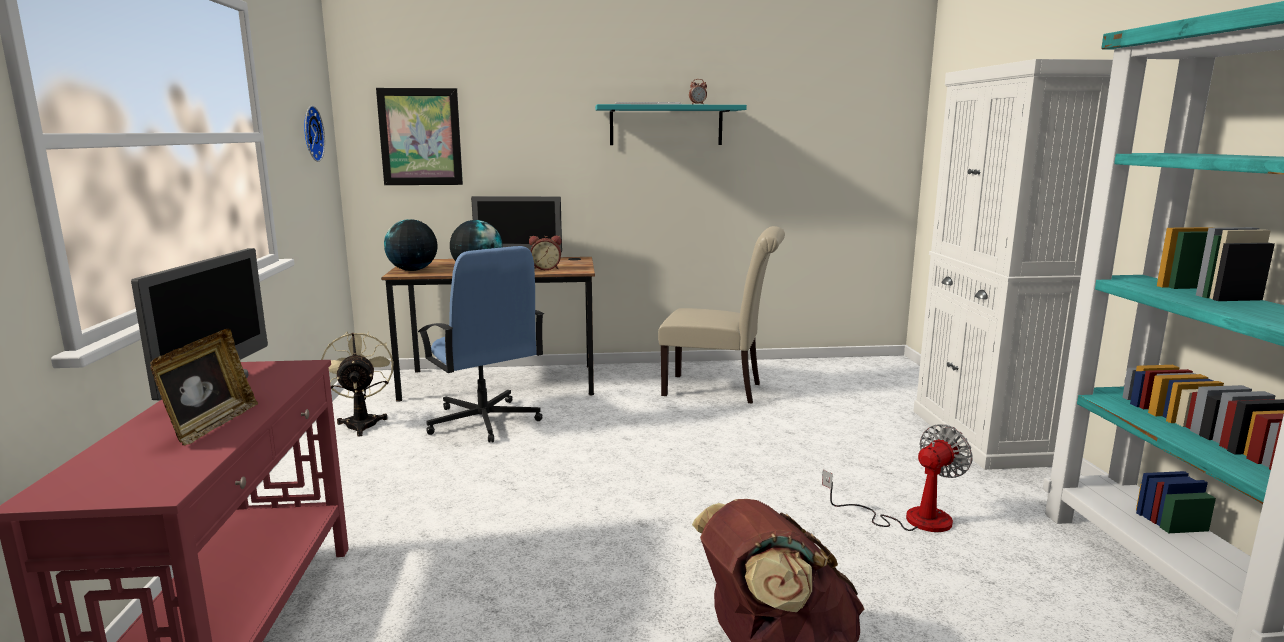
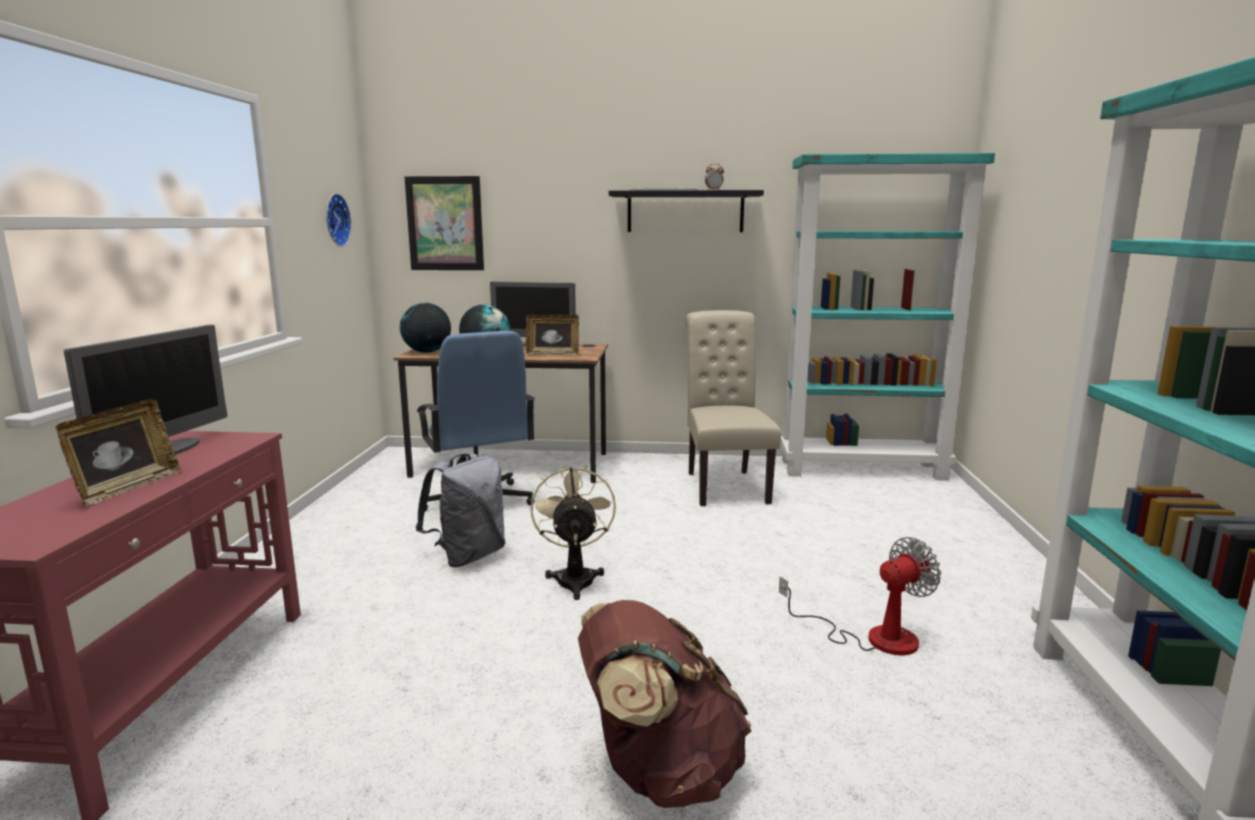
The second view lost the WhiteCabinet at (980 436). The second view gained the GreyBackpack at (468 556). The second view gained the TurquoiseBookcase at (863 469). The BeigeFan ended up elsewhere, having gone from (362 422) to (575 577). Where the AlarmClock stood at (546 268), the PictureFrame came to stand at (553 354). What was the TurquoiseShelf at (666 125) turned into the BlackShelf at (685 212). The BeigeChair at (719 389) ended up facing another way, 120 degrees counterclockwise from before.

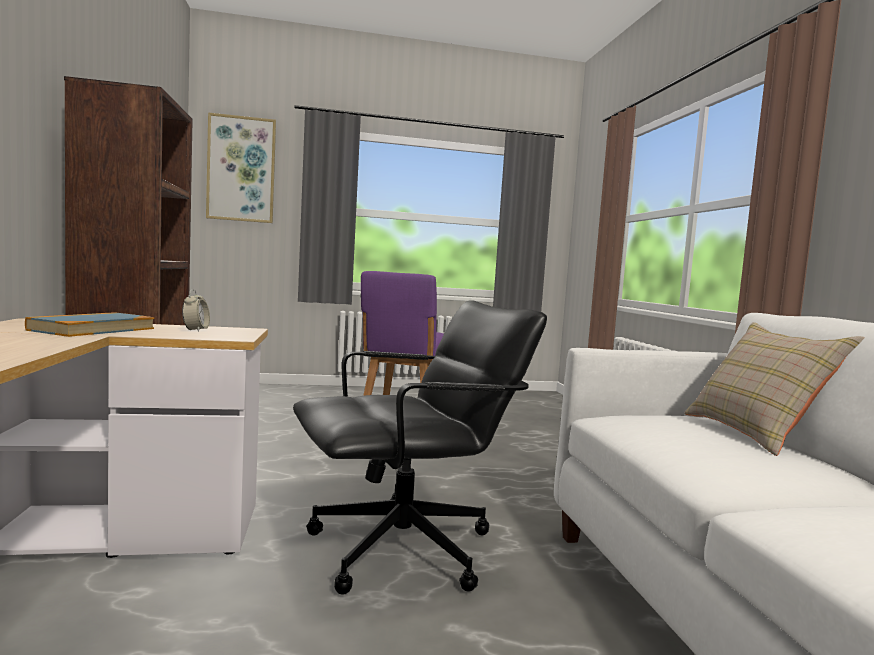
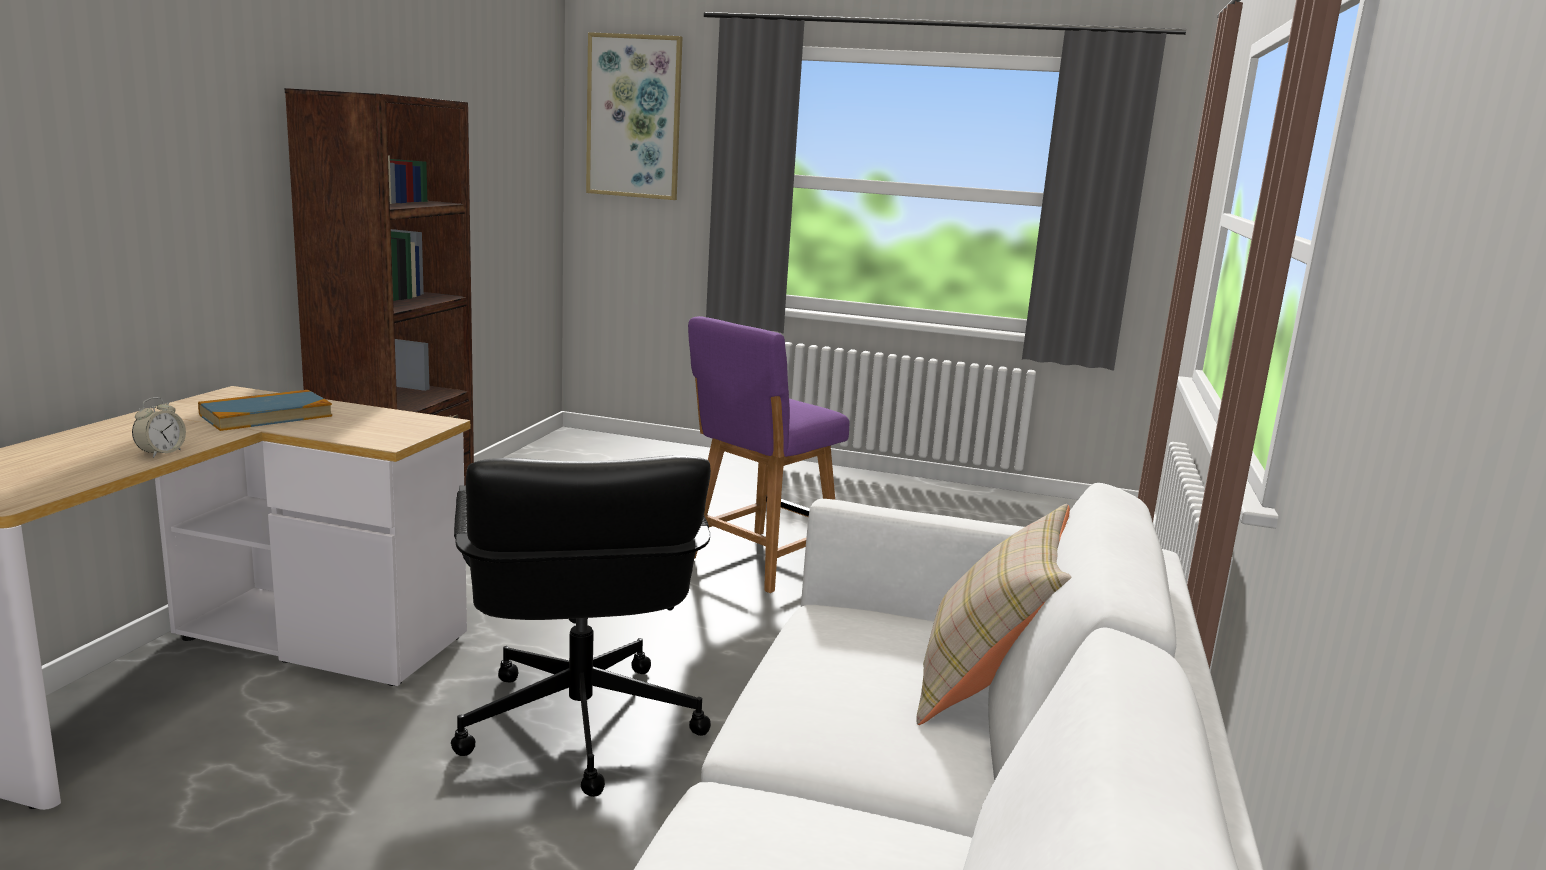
The AlarmClock ended up elsewhere, having gone from (196 330) to (161 453). The BlackOfficeChair at (405 549) ended up facing another way, 75 degrees clockwise from before.

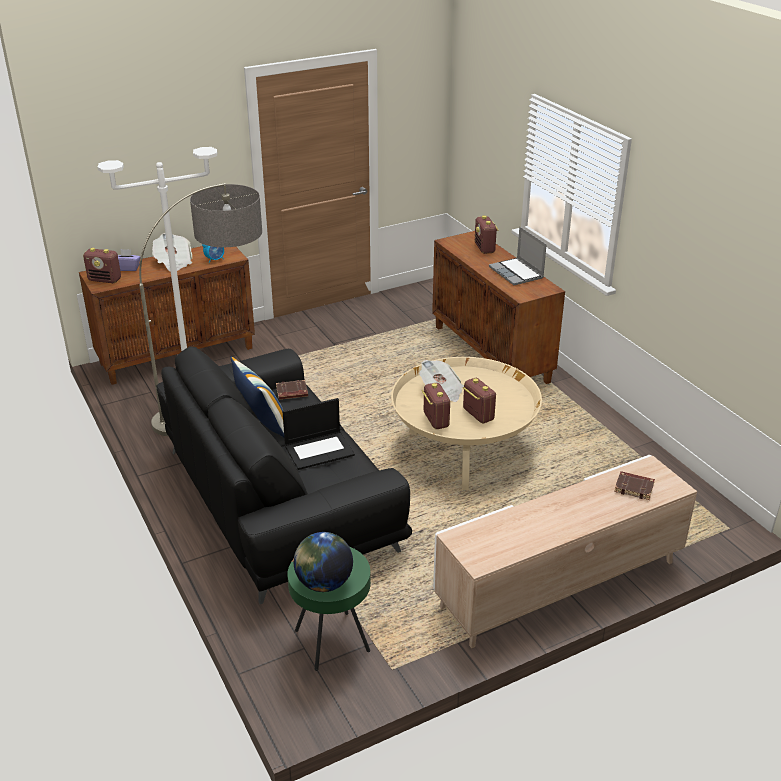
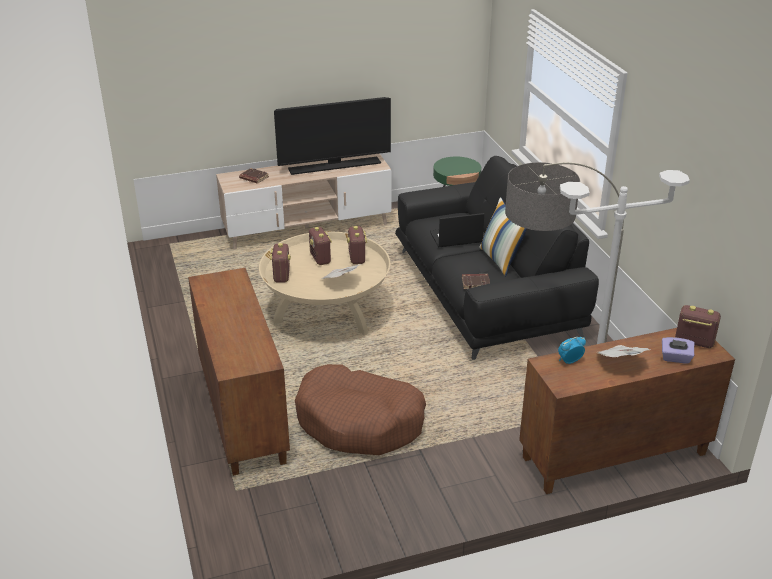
The second view lost the Globe at (323 583). The second view lost the Laptop at (517 273). The second view gained the Television at (335 166). The second view gained the BrownDogBed at (360 422). The Radio ended up elsewhere, having gone from (484 248) to (281 275).

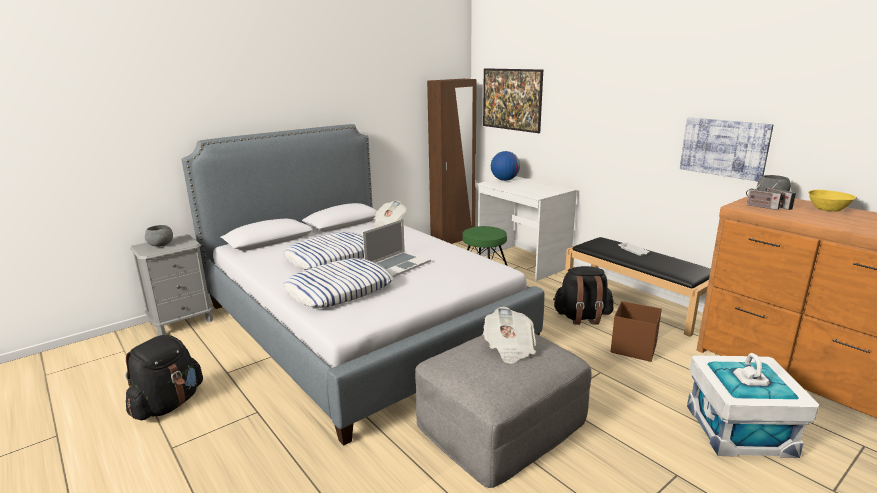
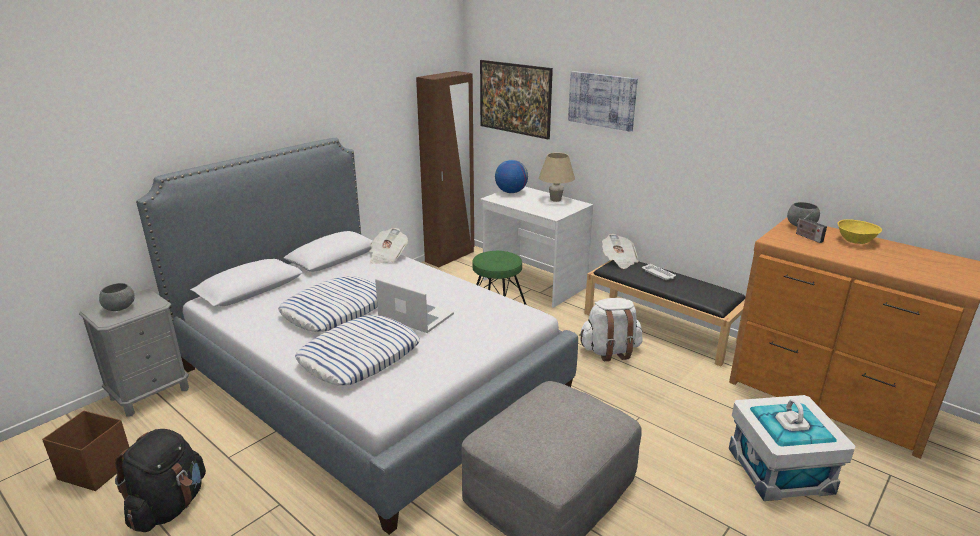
The second view lost the Radio at (760 206). The second view gained the BeigeTableLamp at (555 199). The Newspaper ended up elsewhere, having gone from (509 348) to (619 260). The BrownStorageBox ended up elsewhere, having gone from (633 348) to (96 469). The Picture ended up elsewhere, having gone from (724 148) to (602 100). What was the BlackBackpack at (582 317) turned into the WhiteBackpack at (610 351). The Laptop at (397 264) ended up facing another way, 90 degrees counterclockwise from before.

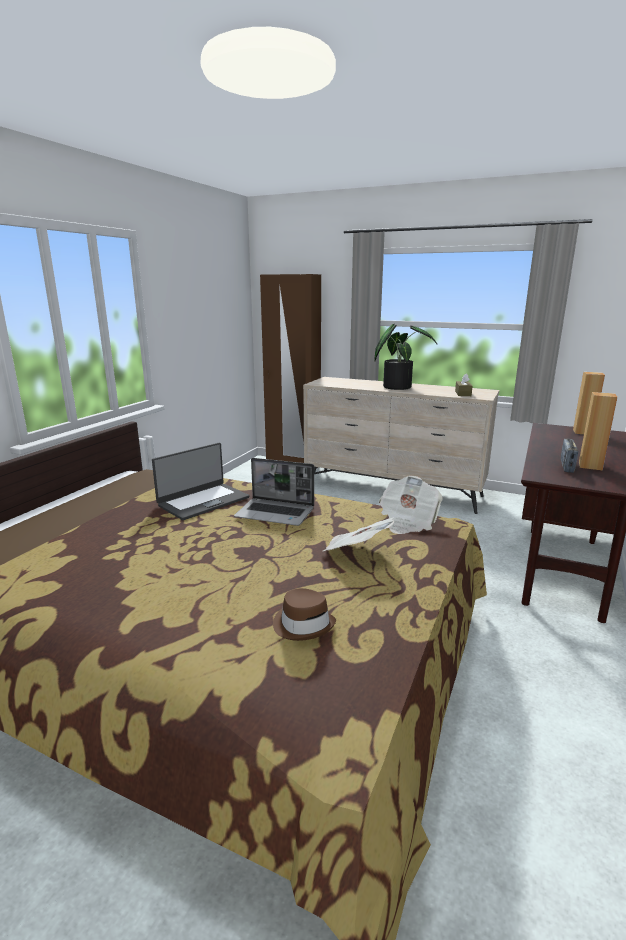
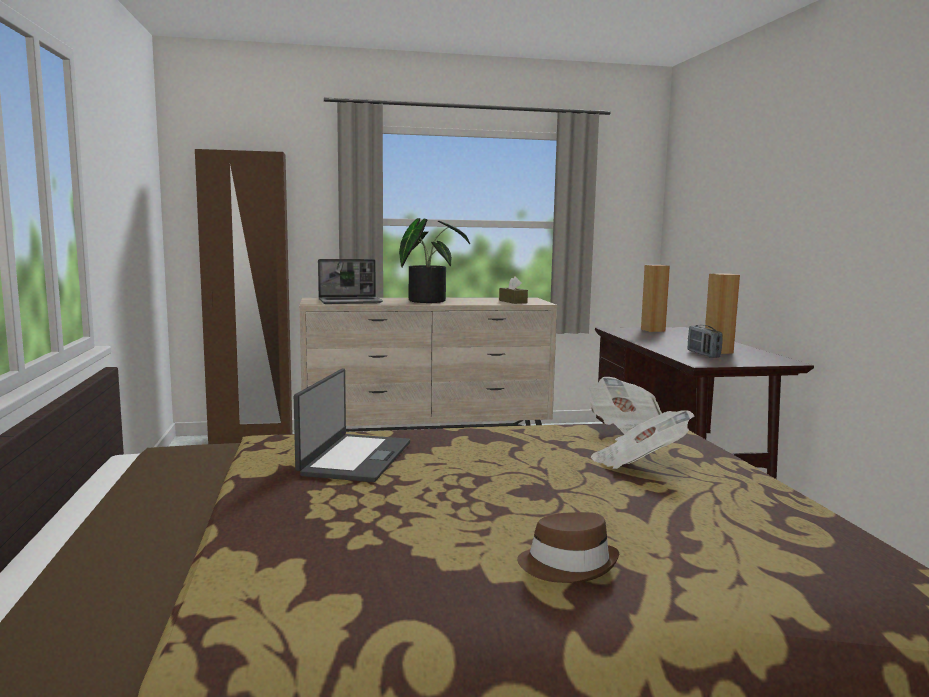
The Laptop ended up elsewhere, having gone from (276 513) to (351 302). The BrownHat ended up elsewhere, having gone from (303 624) to (568 565).

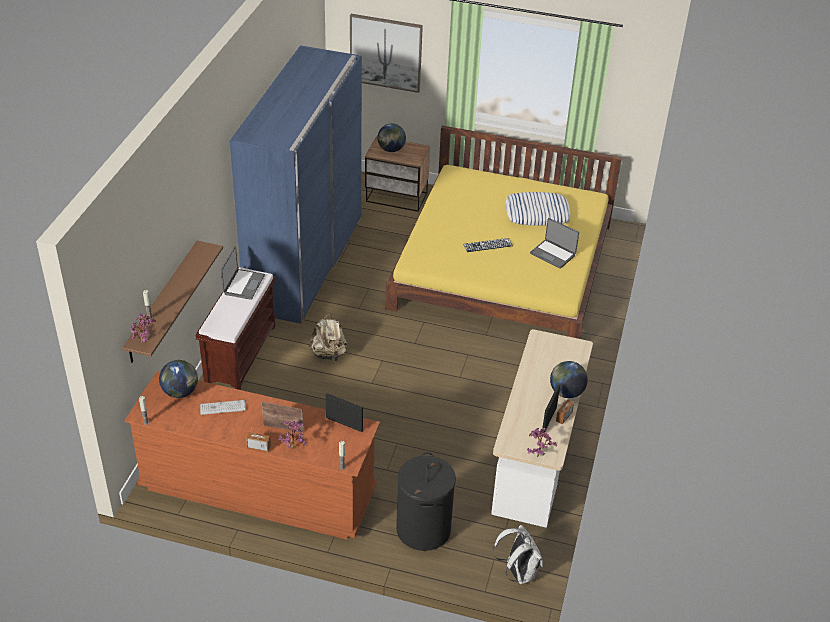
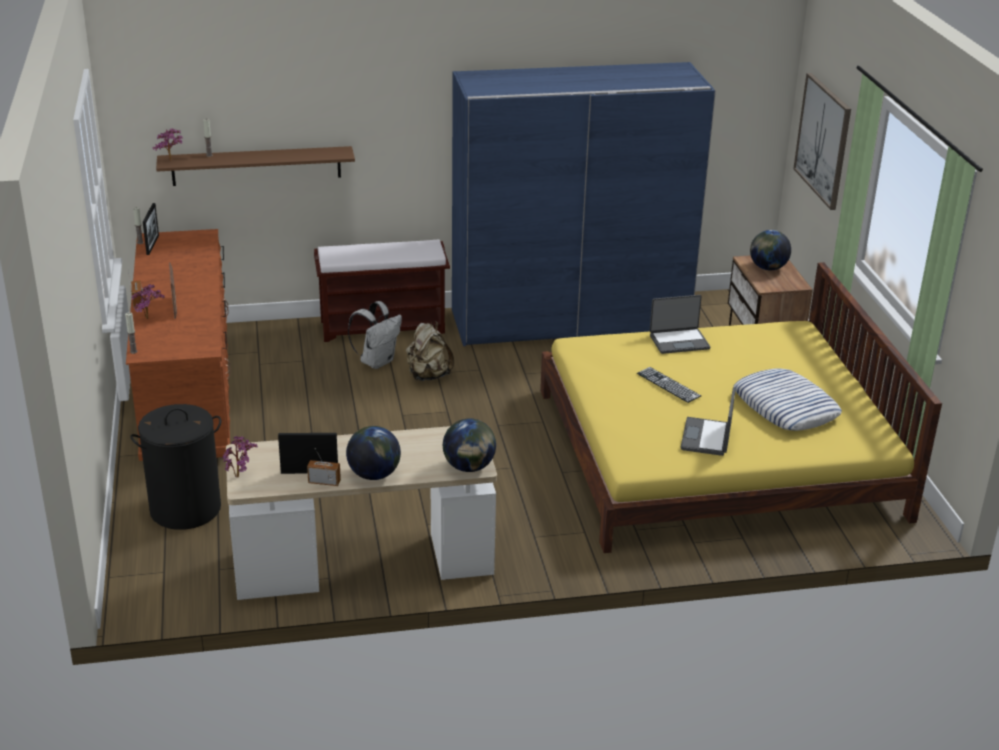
The second view lost the Keyboard at (222 407). The Globe ended up elsewhere, having gone from (180 392) to (469 467). The Laptop ended up elsewhere, having gone from (243 284) to (679 341). The PictureFrame ended up elsewhere, having gone from (344 424) to (152 245). The WhiteBackpack ended up elsewhere, having gone from (517 573) to (377 361).

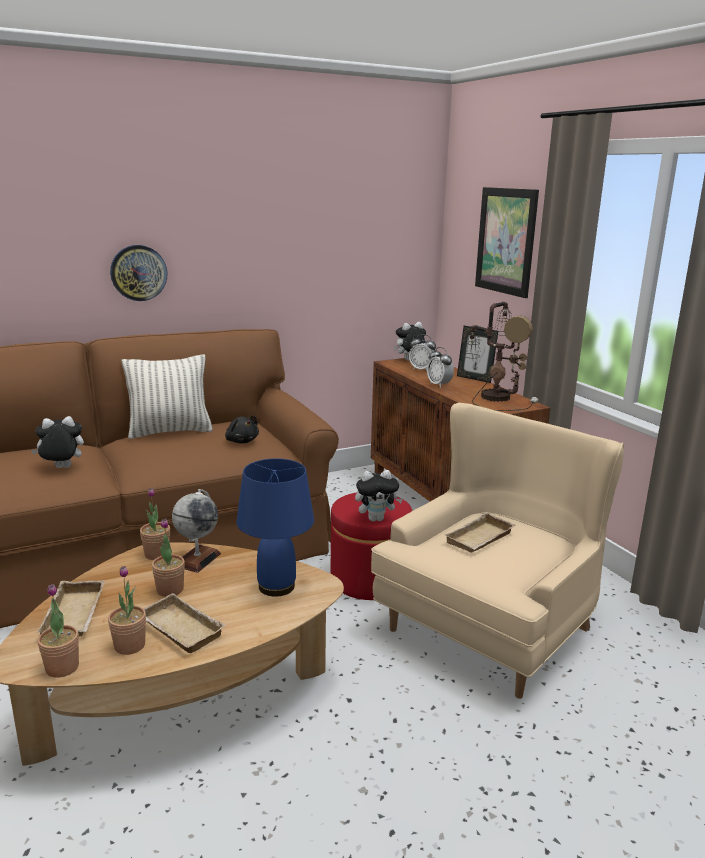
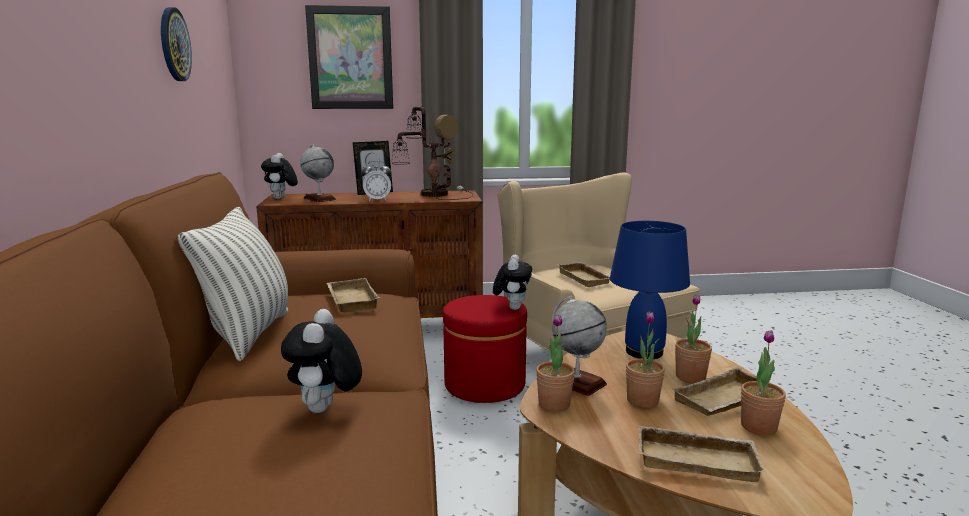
The PottedPlant ended up elsewhere, having gone from (62 667) to (690 377). The WallClock ended up elsewhere, having gone from (138 273) to (174 44). Where the BlackPlushToy stood at (241 441), the BeigeTray came to stand at (350 300). Where the AlarmClock stood at (422 369), the Globe came to stand at (319 199).

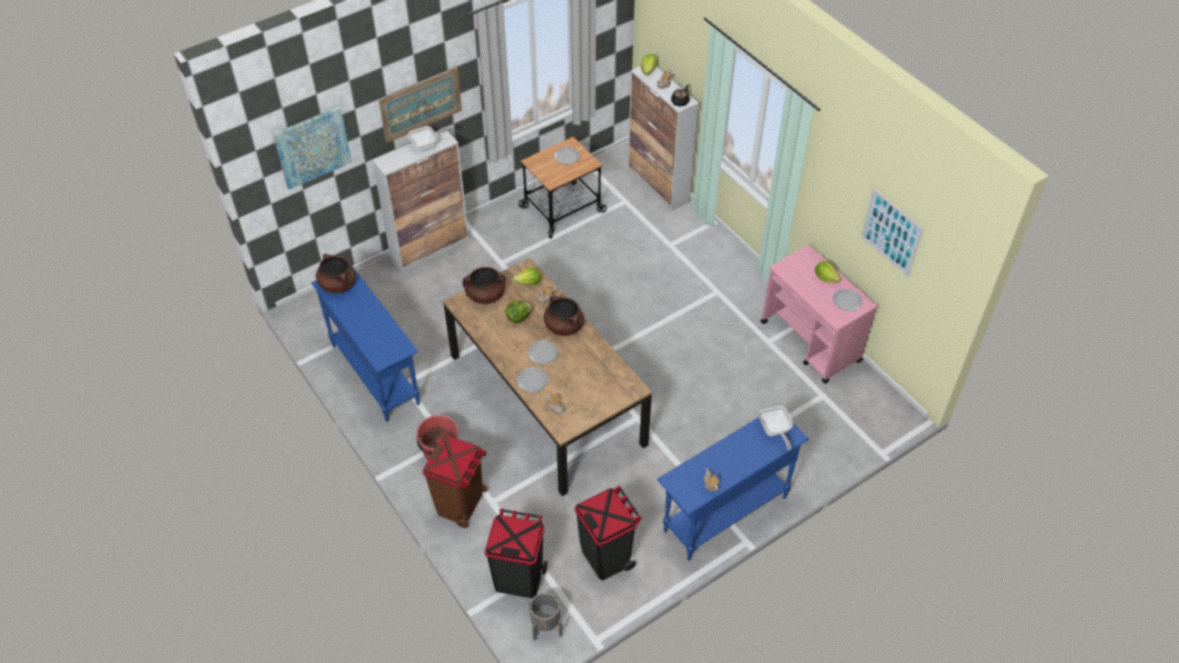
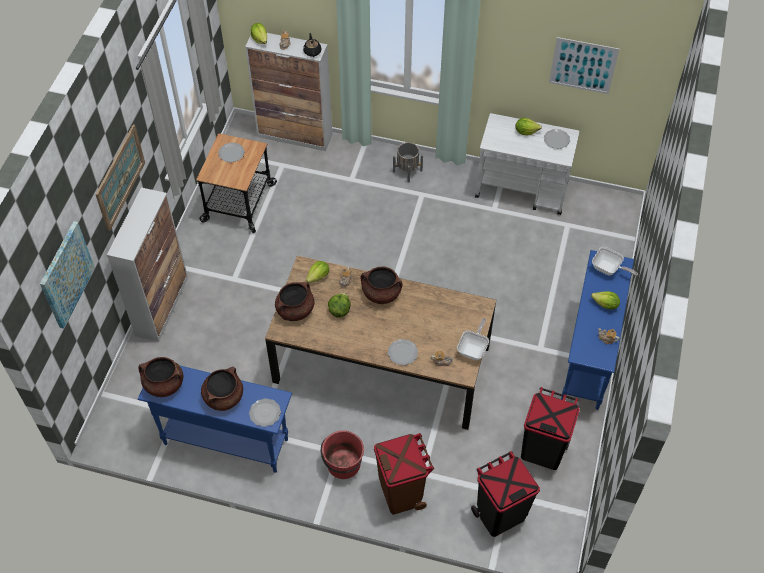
The second view gained the BrownCookingPot at (224 397). The second view gained the Lettuce at (605 305). The FryingPan ended up elsewhere, having gone from (427 145) to (473 348). The Plate ended up elsewhere, having gone from (543 353) to (265 413). The GreyPlanter ended up elsewhere, having gone from (546 625) to (407 171). What was the PinkCart at (811 342) turned into the WhiteCart at (522 190).

